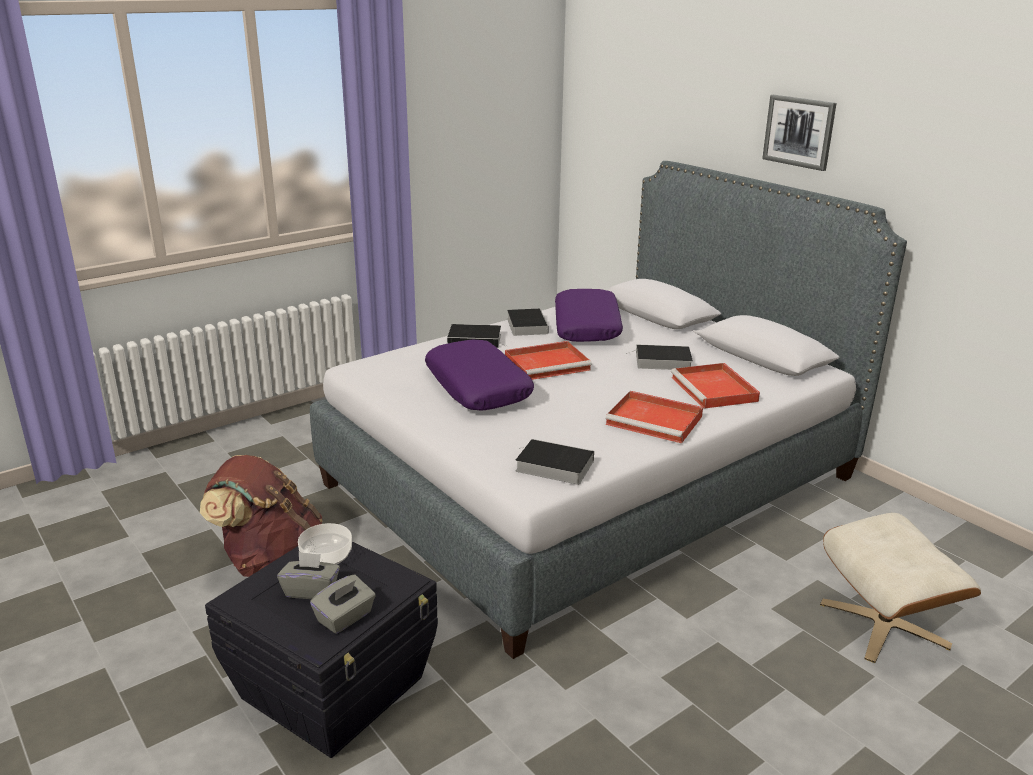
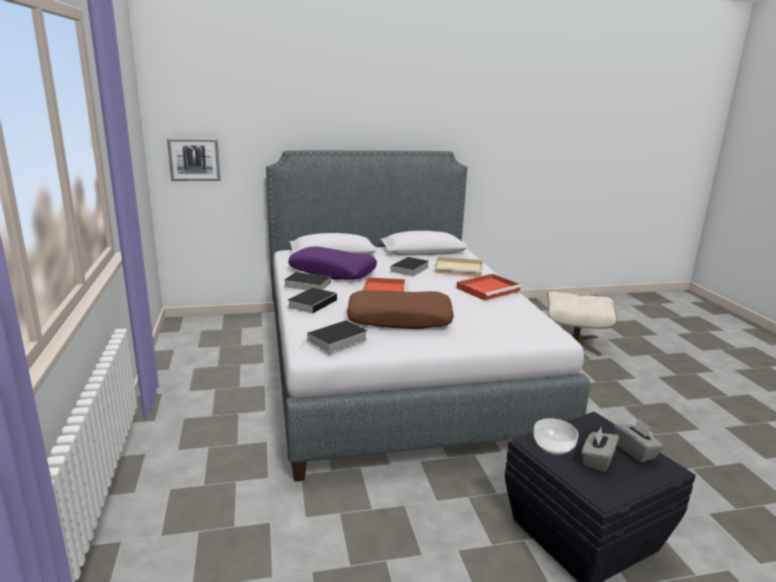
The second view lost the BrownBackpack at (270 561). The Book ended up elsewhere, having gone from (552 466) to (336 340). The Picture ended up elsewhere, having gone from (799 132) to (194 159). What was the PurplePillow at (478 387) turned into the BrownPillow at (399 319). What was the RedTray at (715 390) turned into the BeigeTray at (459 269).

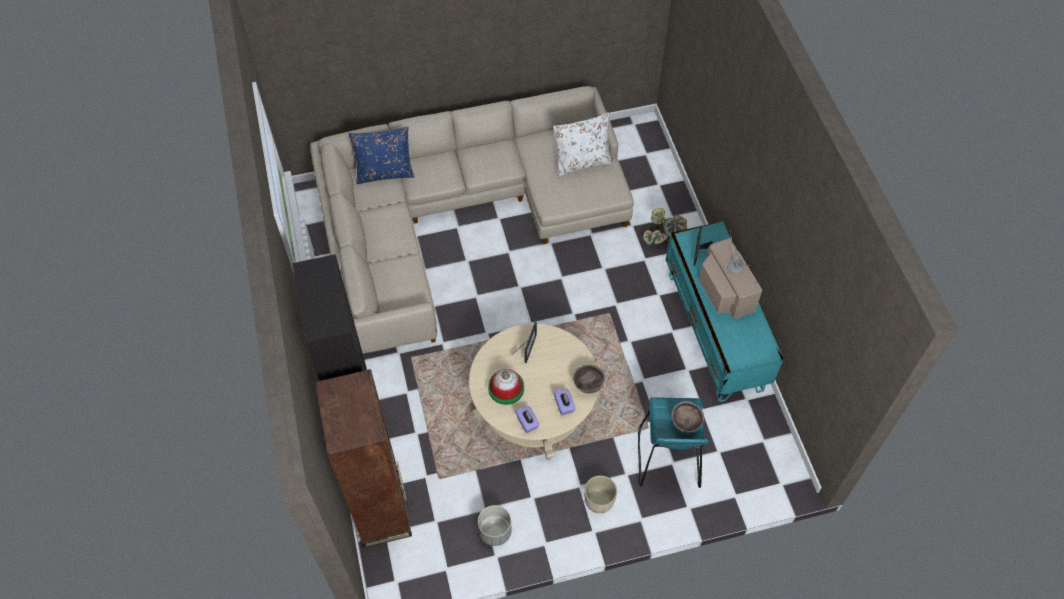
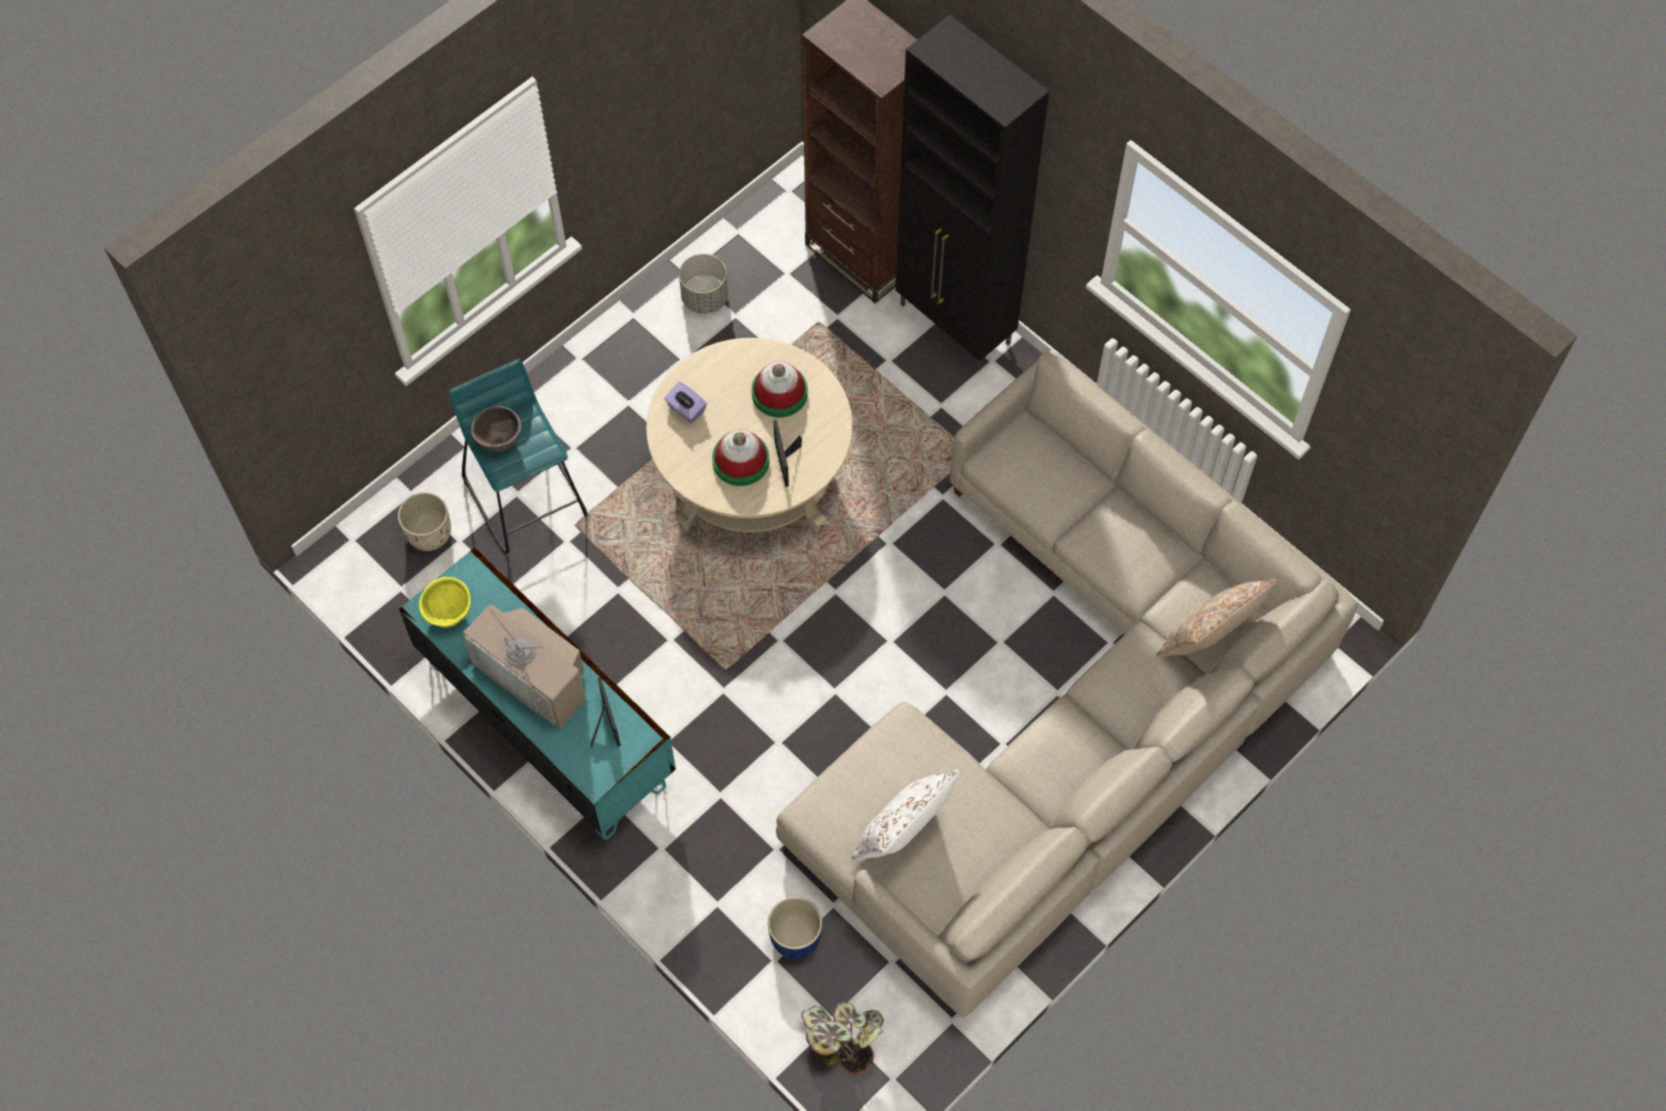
The second view lost the PurpleTissueBox at (527 423). The second view lost the BrownBowl at (588 386). The second view gained the YellowBowl at (449 613). The second view gained the Hat at (741 461). The second view gained the BluePlanter at (795 936). The BeigePlanter ended up elsewhere, having gone from (598 501) to (430 534). The PottedPlant ended up elsewhere, having gone from (665 240) to (842 1039). What was the BluePillow at (385 172) turned into the BeigePillow at (1208 639).

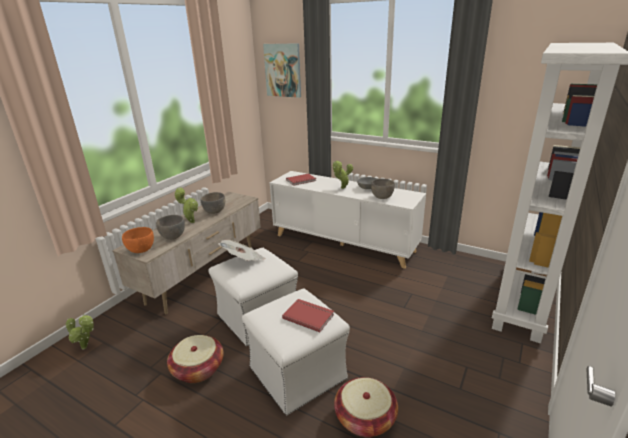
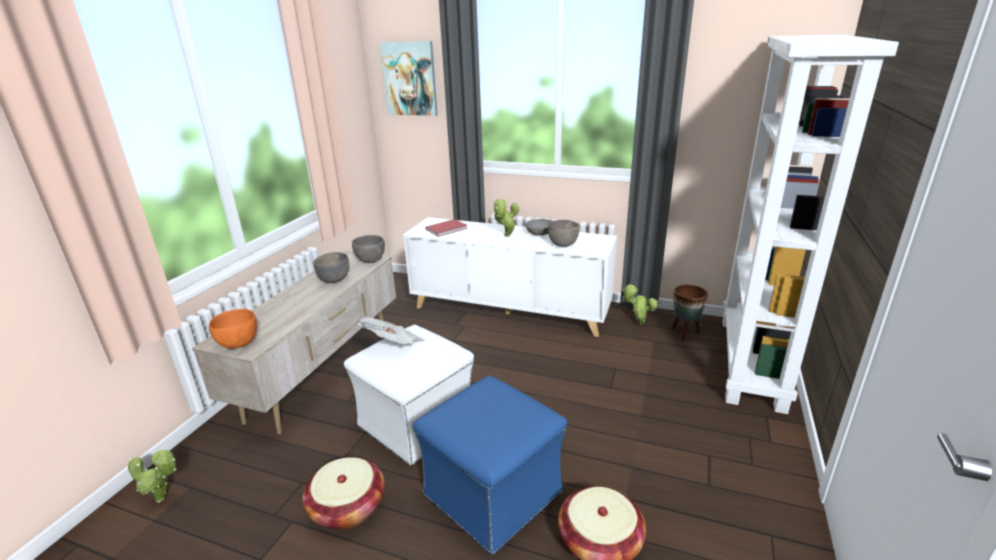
The second view lost the RedBook at (309 315). The second view gained the BrownPlanter at (684 333). The GreyBowl ended up elsewhere, having gone from (173 236) to (370 260). The PottedPlant ended up elsewhere, having gone from (191 221) to (638 322). What was the WhiteOttoman at (298 373) turned into the BlueOttoman at (493 494).

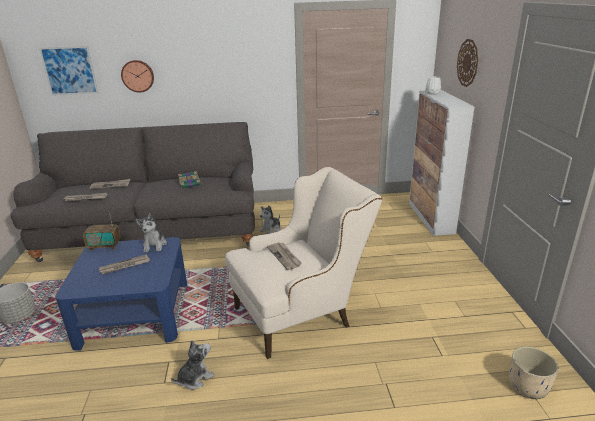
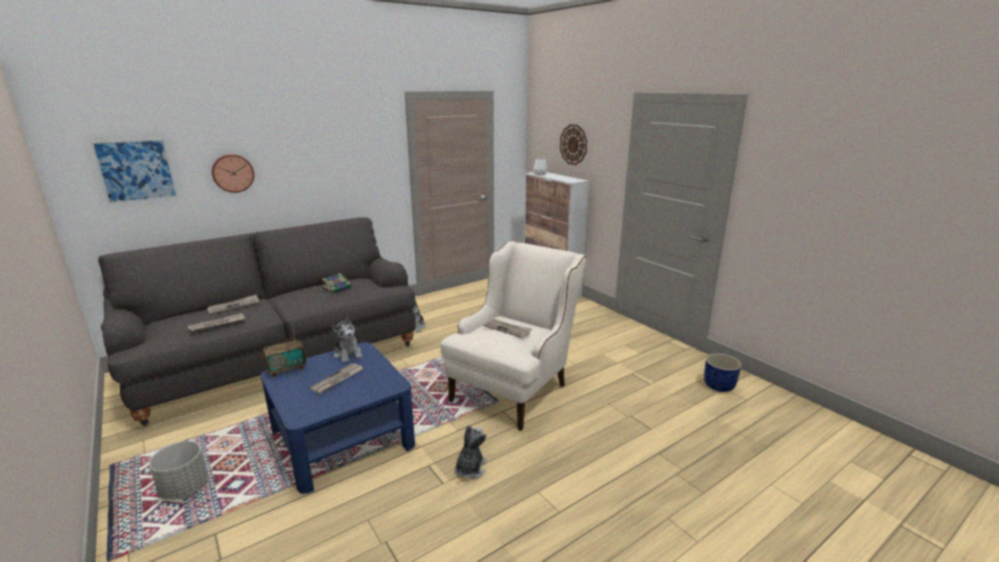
What was the BeigePlanter at (528 387) turned into the BluePlanter at (719 386).

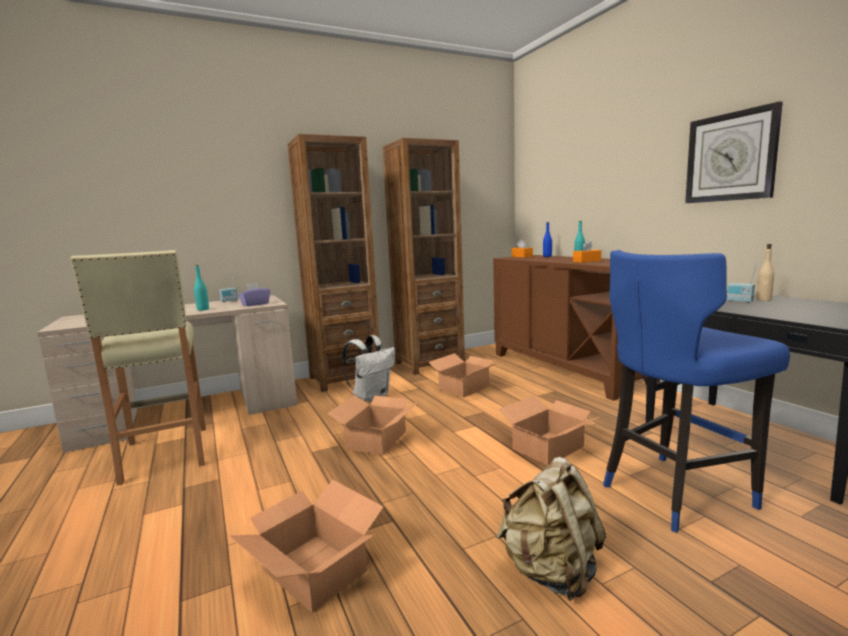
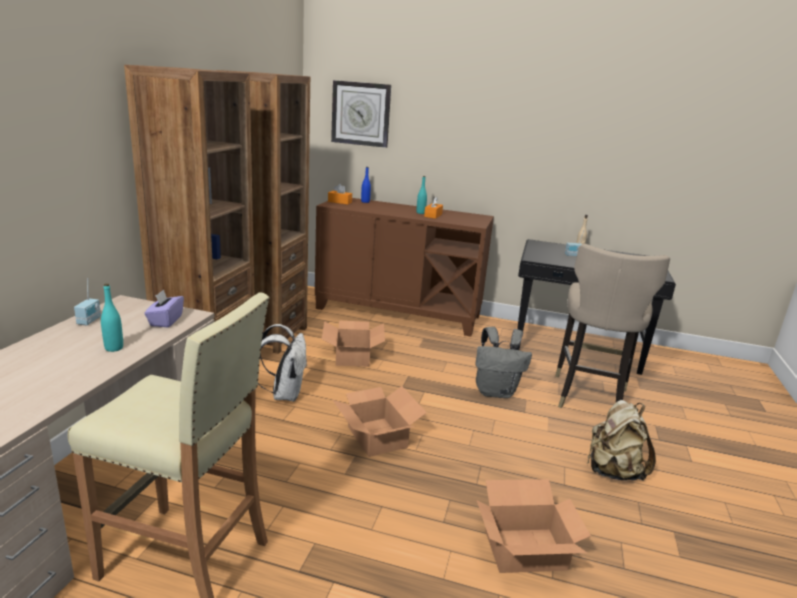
The WallClock ended up elsewhere, having gone from (730 157) to (361 114). Where the CardboardBox stood at (549 448), the GreyBackpack came to stand at (496 392). What was the BlueStool at (674 492) turned into the BeigeStool at (588 396).

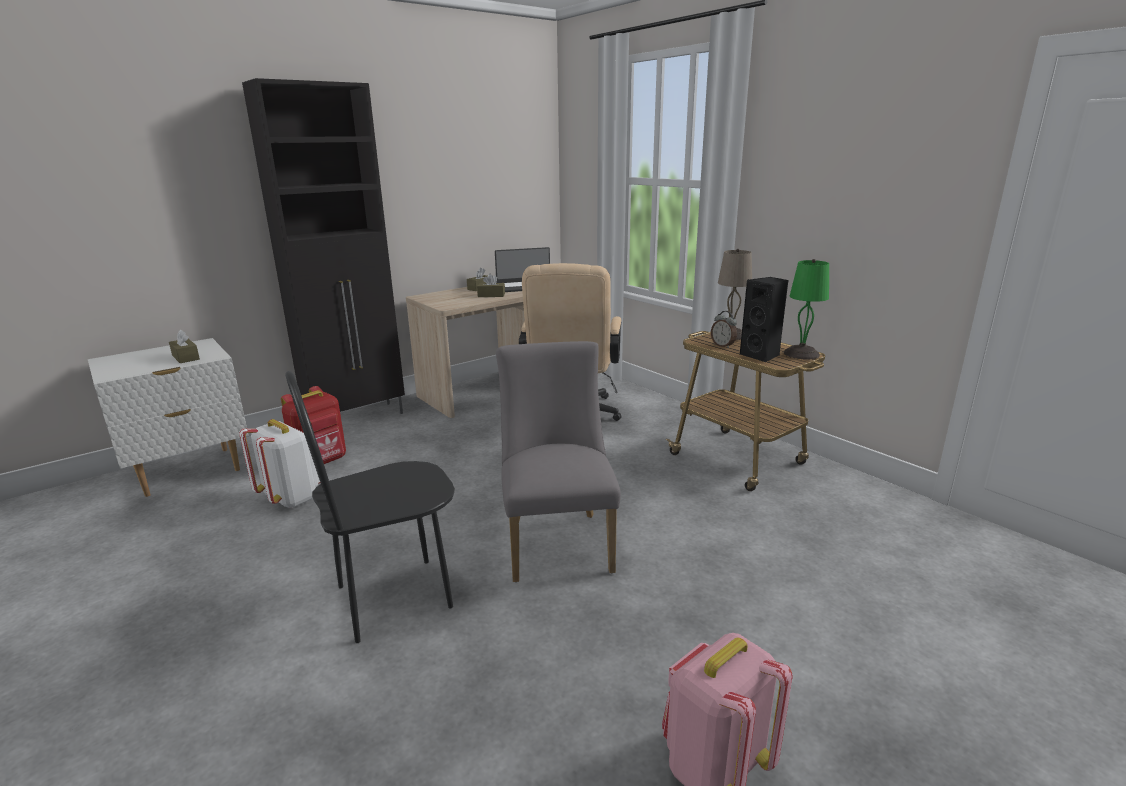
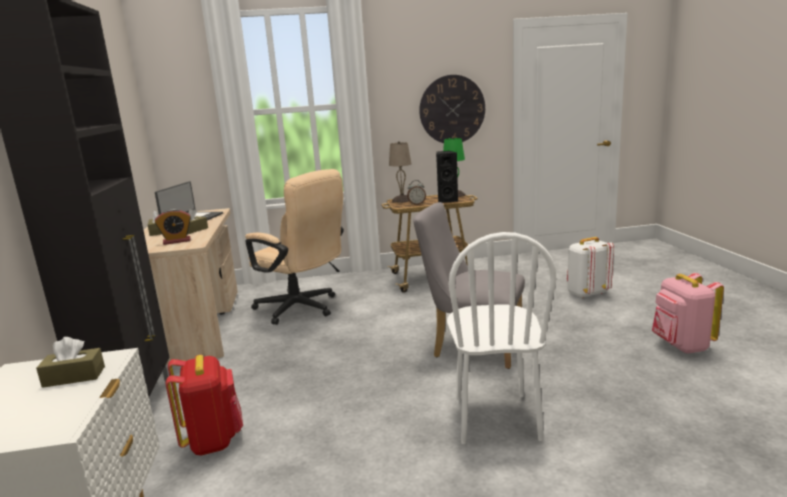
The second view gained the AlarmClock at (177 241). The second view gained the WallClock at (452 109). The WhiteBackpack ended up elsewhere, having gone from (291 498) to (586 293). What was the BlackChair at (394 597) turned into the WhiteChair at (495 418).

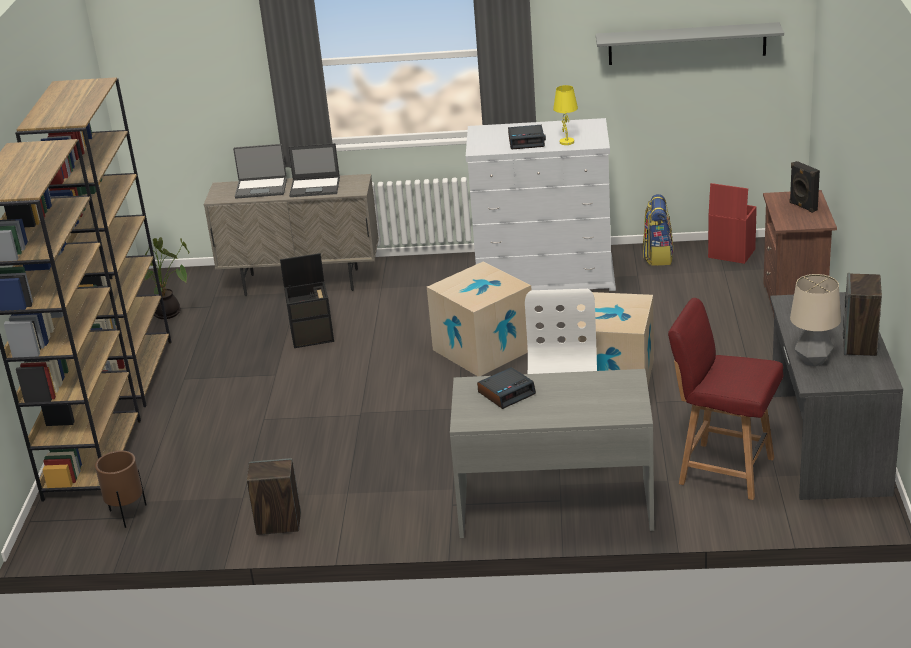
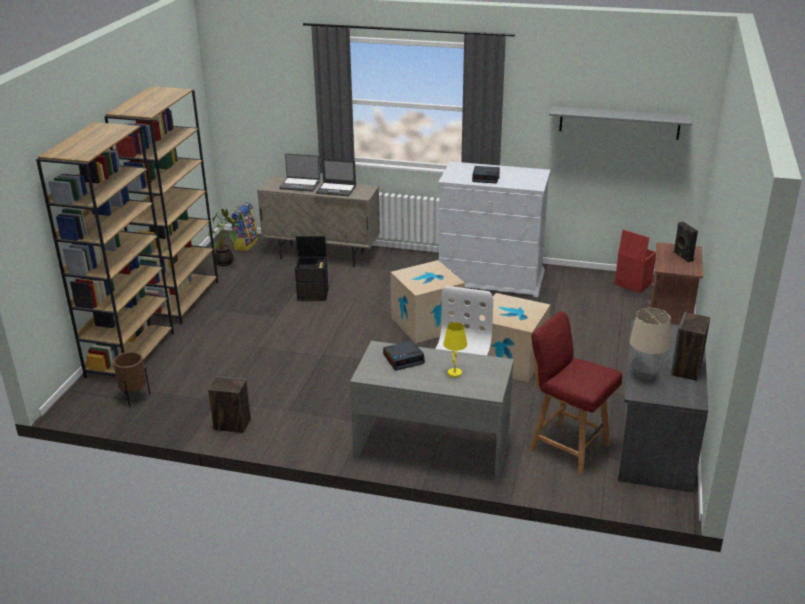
The YellowTableLamp ended up elsewhere, having gone from (566 142) to (454 373). The Backpack ended up elsewhere, having gone from (658 256) to (245 244).

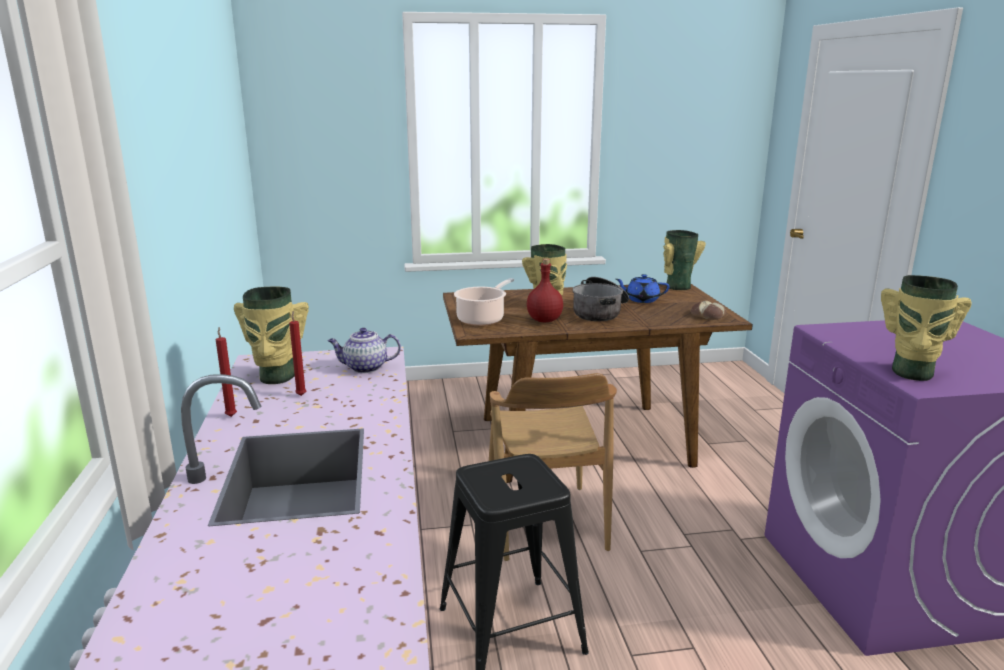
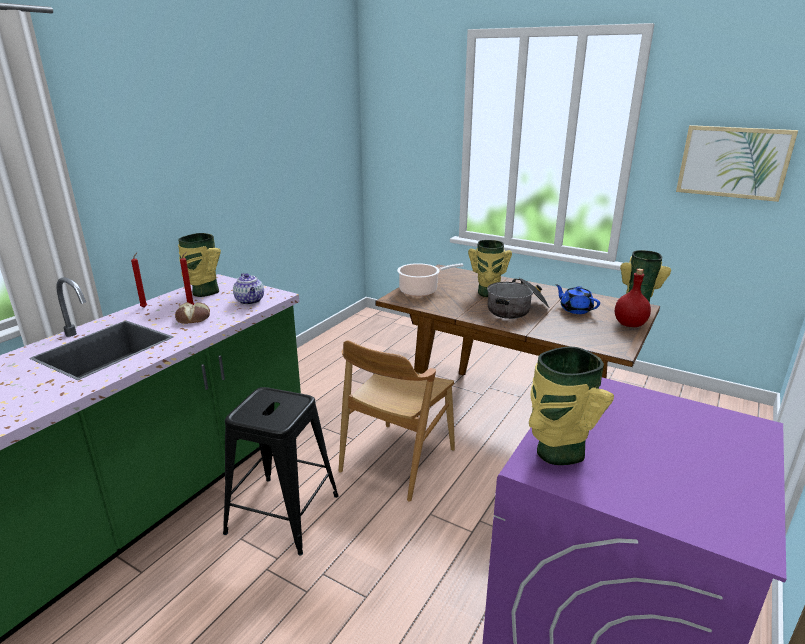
The second view gained the Picture at (733 162). The RedBottle ended up elsewhere, having gone from (545 320) to (630 324). The Bread ended up elsewhere, having gone from (708 315) to (194 317). The Teapot at (365 368) ended up facing another way, 150 degrees counterclockwise from before.

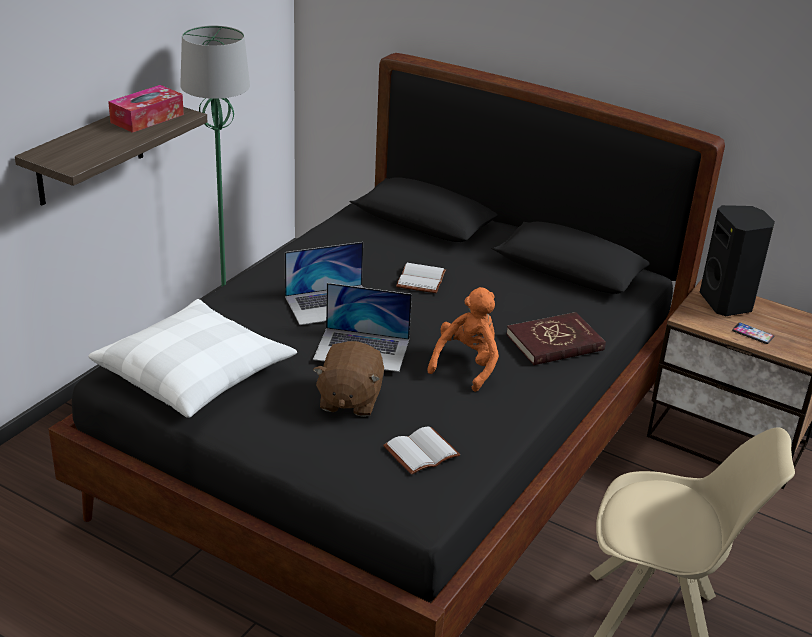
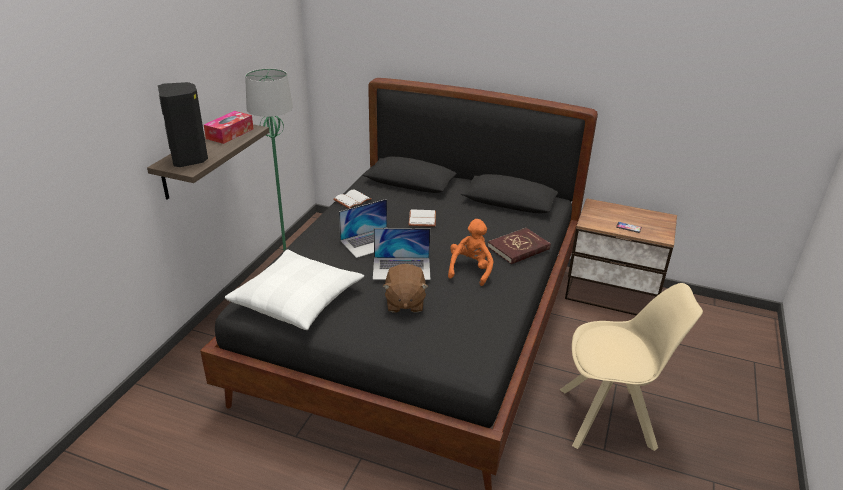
The WhiteBook ended up elsewhere, having gone from (421 451) to (352 199). The BlackSpeaker ended up elsewhere, having gone from (727 303) to (190 159).

